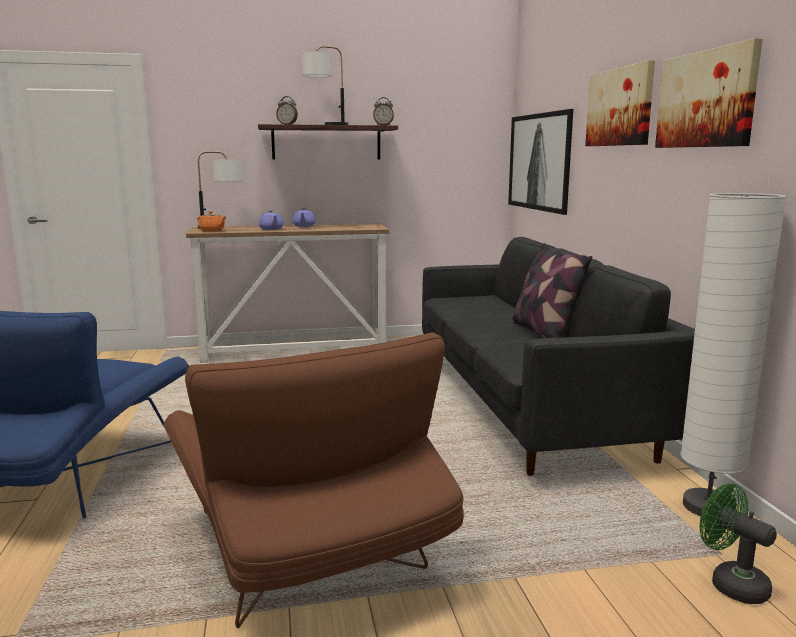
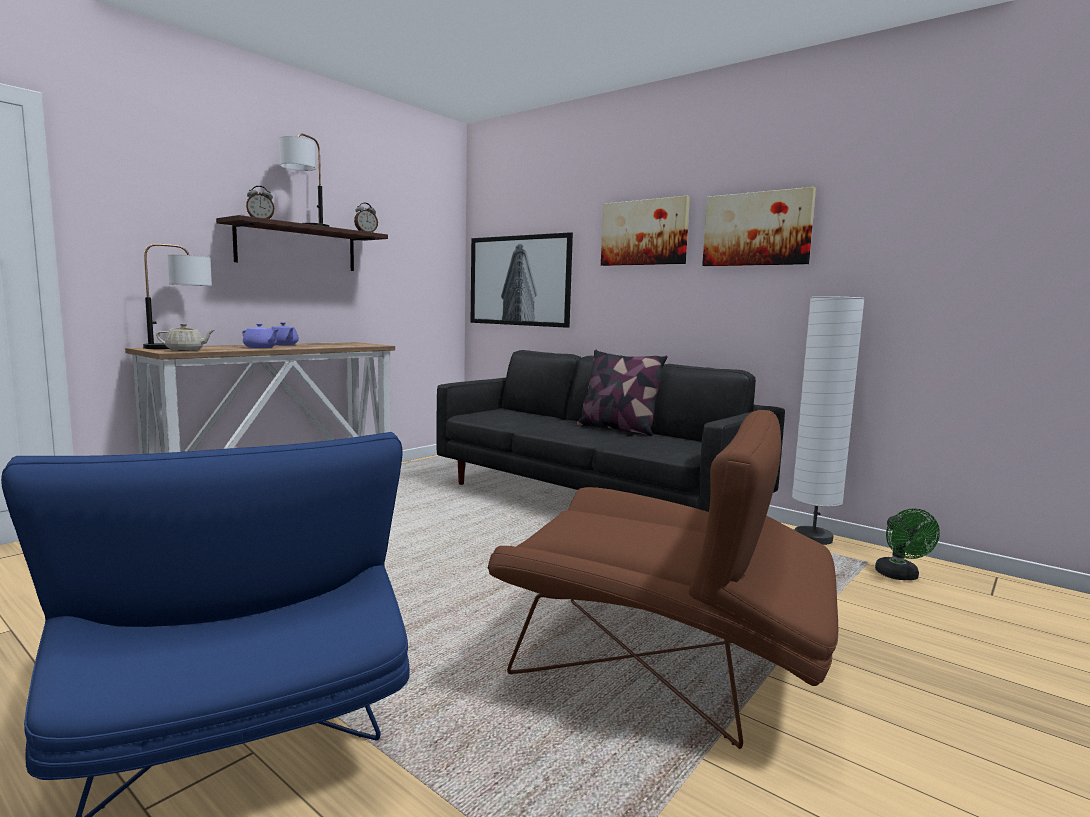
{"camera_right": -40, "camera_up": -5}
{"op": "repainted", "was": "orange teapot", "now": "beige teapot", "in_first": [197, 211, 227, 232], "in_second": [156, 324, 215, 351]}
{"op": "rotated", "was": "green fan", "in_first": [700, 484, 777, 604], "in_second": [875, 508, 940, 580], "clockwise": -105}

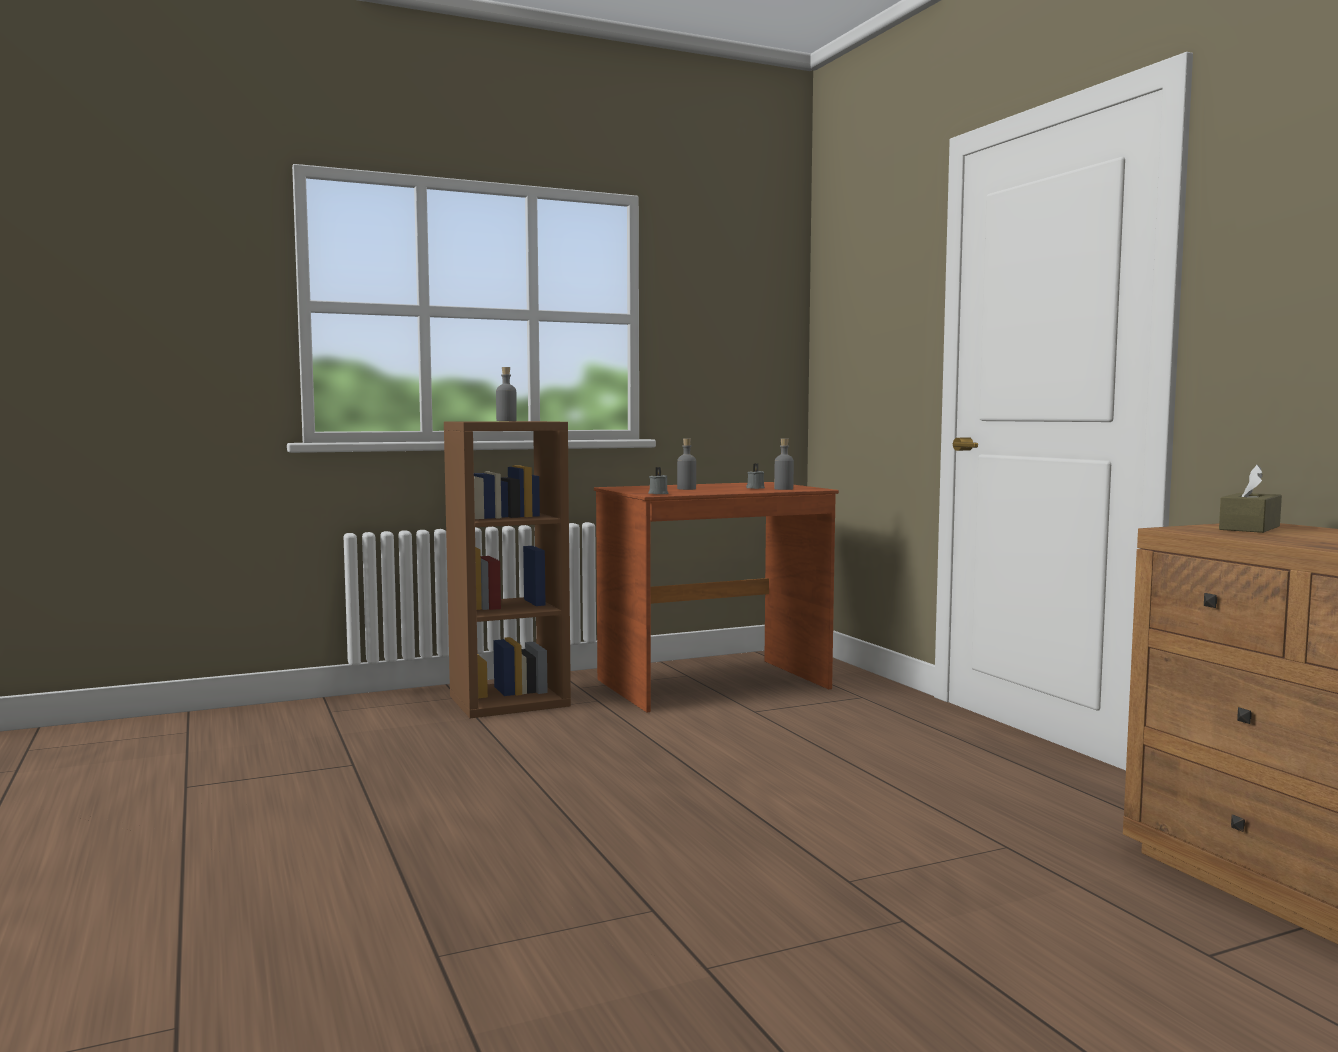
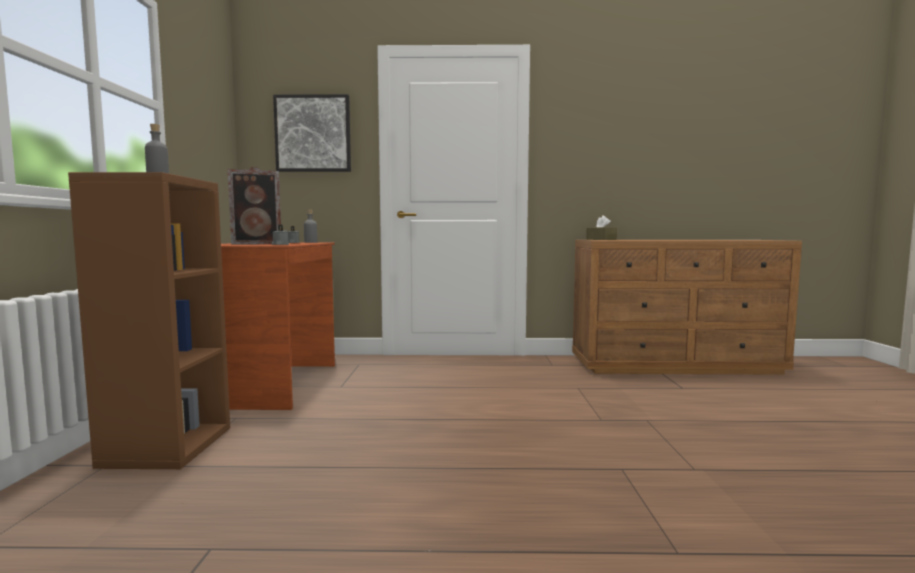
{"camera_right": -65, "camera_up": 0}
{"op": "swapped", "was": "grey bottle", "now": "speaker", "in_first": [677, 438, 696, 490], "in_second": [228, 167, 281, 245]}
{"op": "new", "now": "picture", "in_second": [273, 94, 351, 172]}

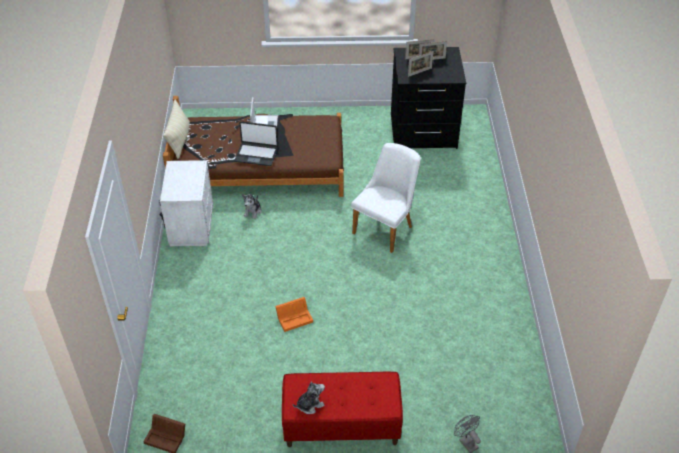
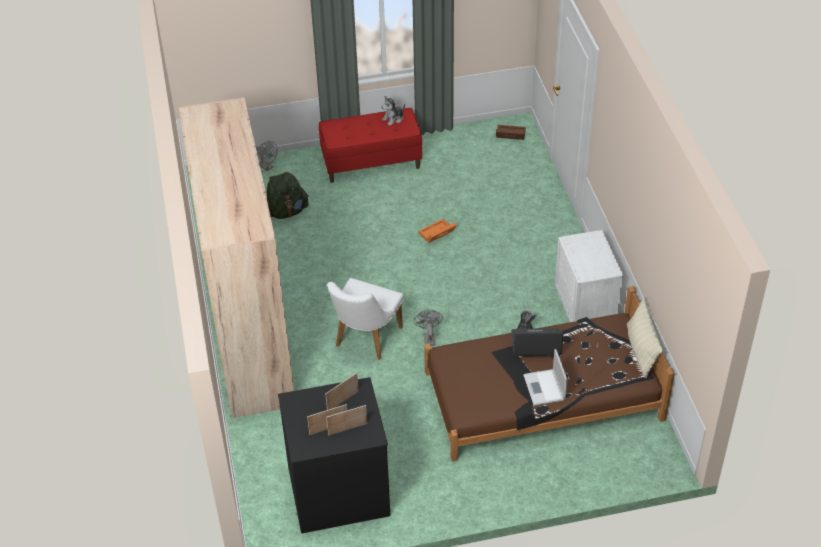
{"camera_right": 170, "camera_up": 0}
{"op": "new", "now": "beige wardrobe", "in_second": [178, 97, 294, 418]}
{"op": "new", "now": "green backpack", "in_second": [267, 172, 309, 219]}
{"op": "new", "now": "grey fan", "in_second": [414, 310, 443, 346]}

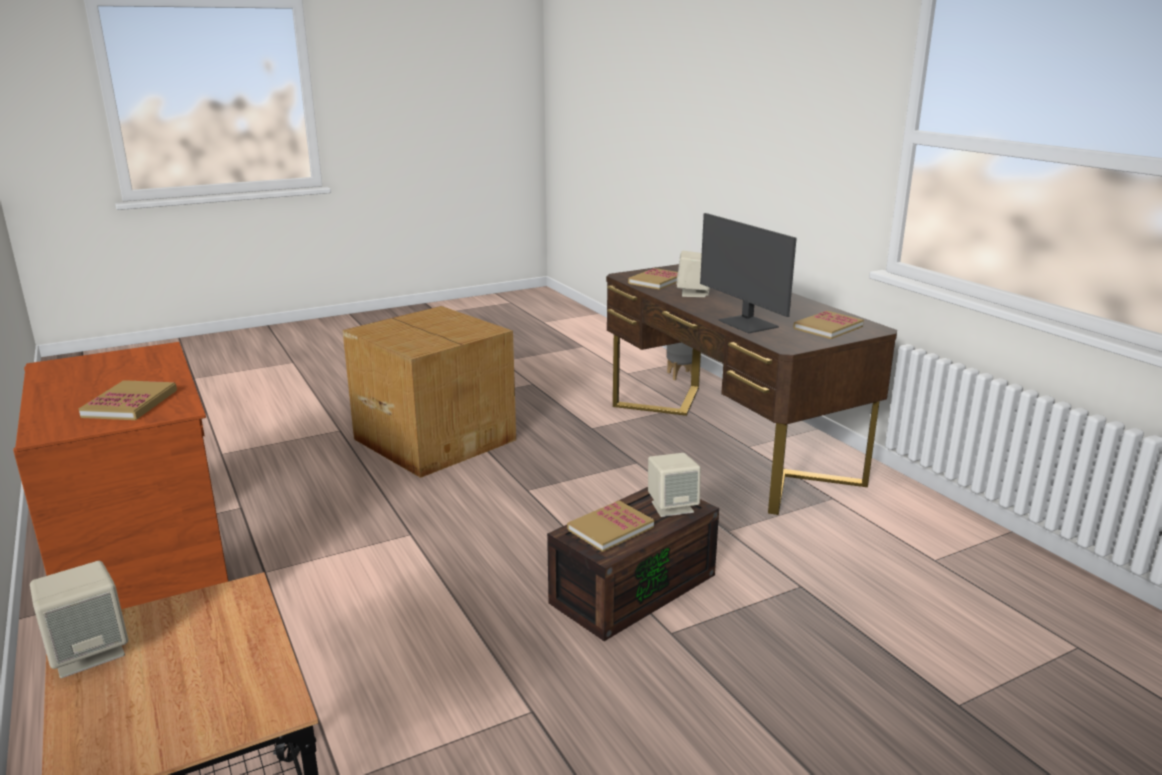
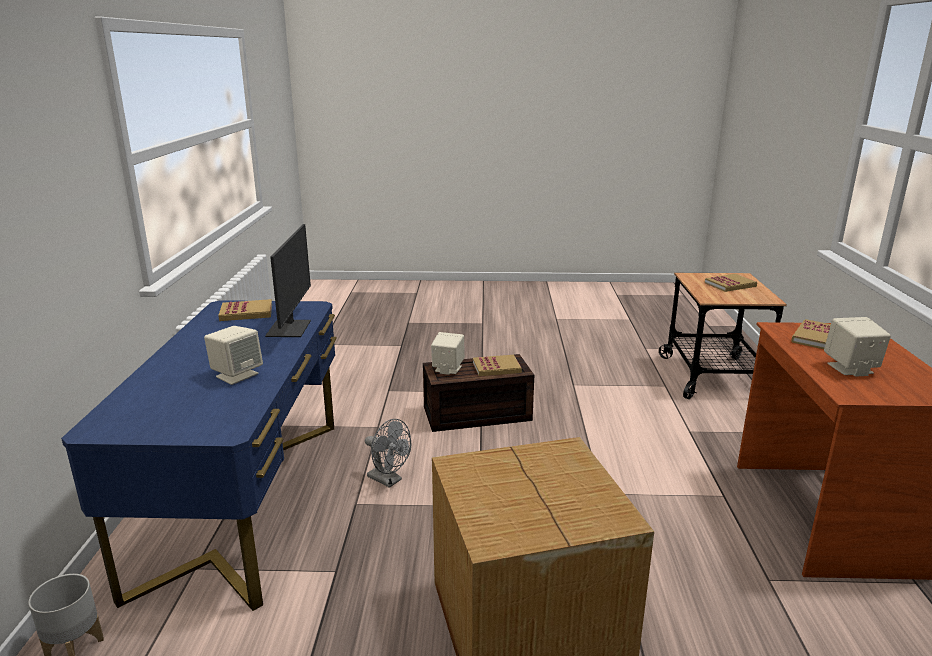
{"camera_right": -150, "camera_up": 0}
{"op": "repainted", "was": "brown desk", "now": "blue desk", "in_first": [606, 264, 897, 515], "in_second": [61, 300, 337, 611]}
{"op": "new", "now": "grey fan", "in_second": [365, 419, 411, 488]}
{"op": "shifted", "was": "book", "in_first": [628, 268, 678, 290], "in_second": [705, 274, 757, 292]}
{"op": "shifted", "was": "beige speaker", "in_first": [30, 561, 128, 678], "in_second": [824, 317, 891, 377]}

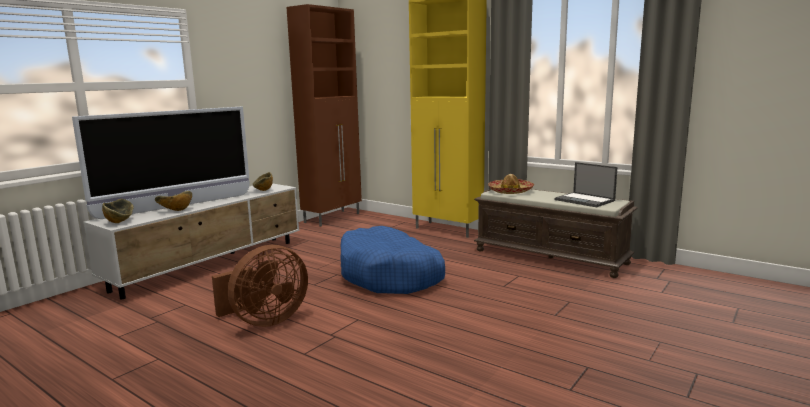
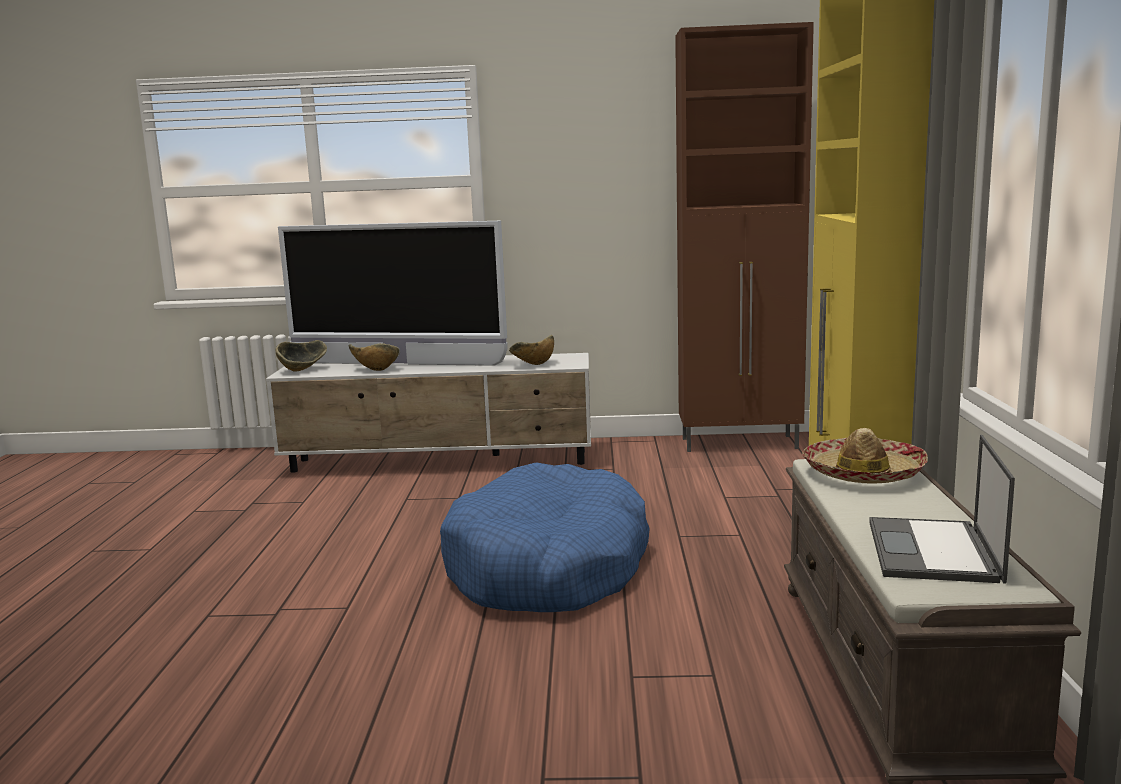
{"camera_right": 55, "camera_up": 0}
{"op": "gone", "was": "brown fan", "in_first": [212, 245, 308, 327]}

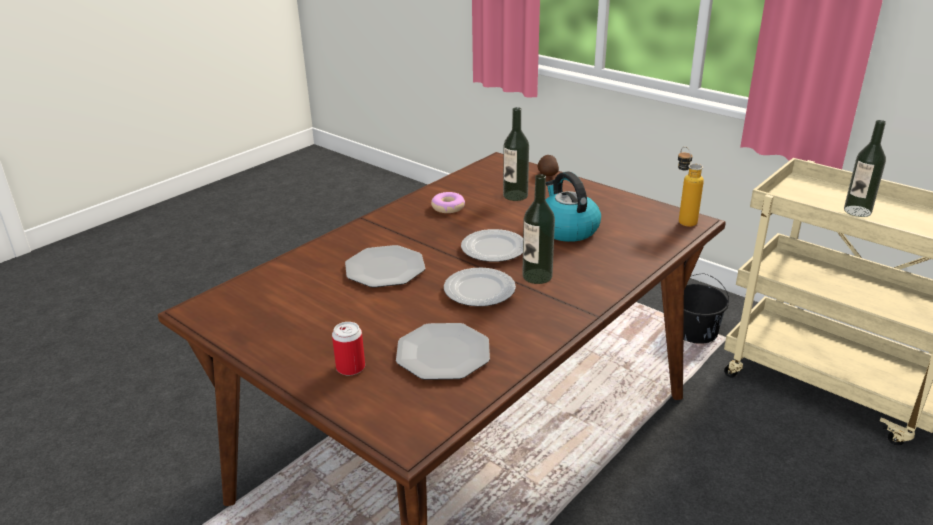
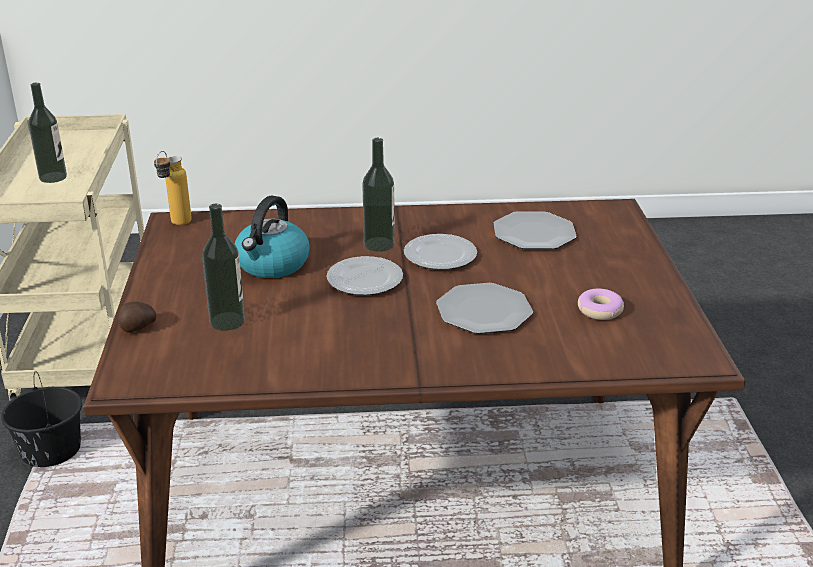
{"camera_right": -135, "camera_up": 0}
{"op": "shifted", "was": "donut", "in_first": [431, 192, 465, 213], "in_second": [578, 289, 624, 320]}
{"op": "gone", "was": "can", "in_first": [332, 322, 365, 375]}

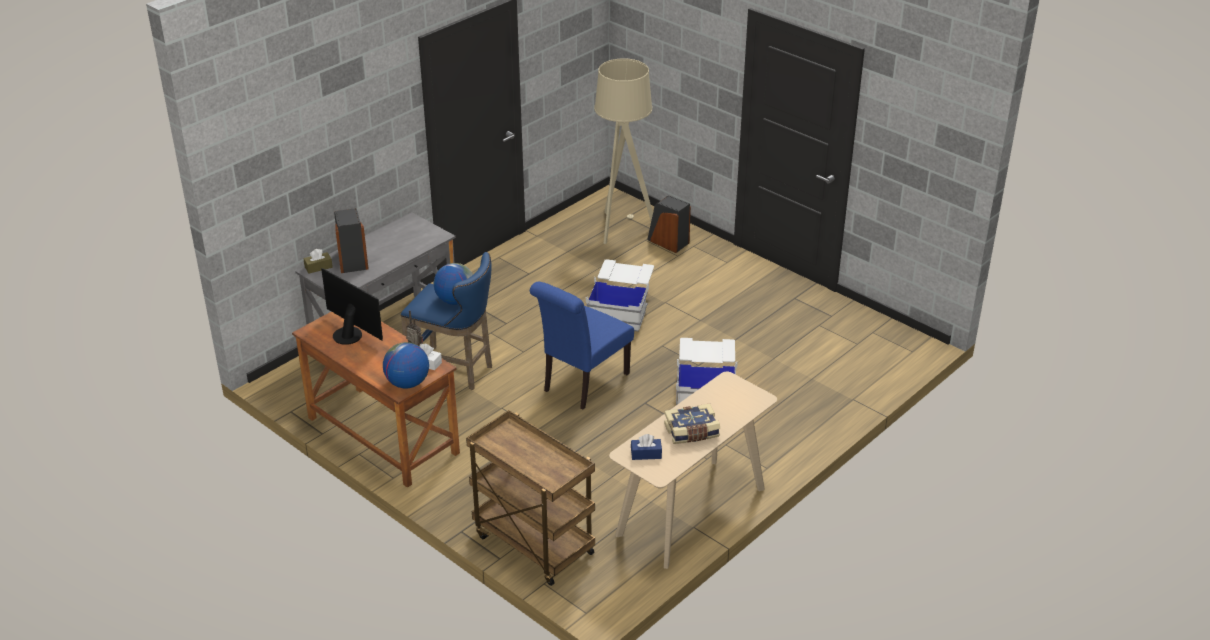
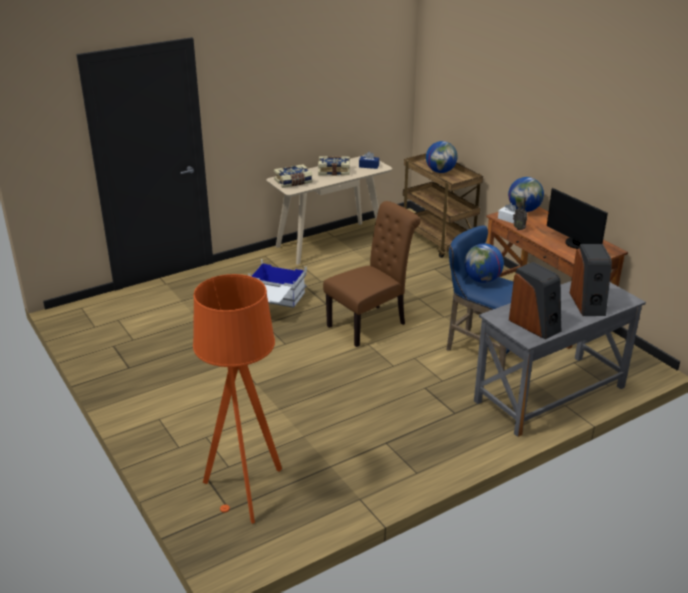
{"camera_right": -165, "camera_up": -5}
{"op": "repainted", "was": "beige floor lamp", "now": "orange floor lamp", "in_first": [594, 58, 653, 244], "in_second": [193, 274, 282, 524]}
{"op": "new", "now": "book", "in_second": [274, 164, 313, 188]}
{"op": "repainted", "was": "blue chair", "now": "brown chair", "in_first": [530, 282, 634, 409], "in_second": [323, 201, 421, 347]}
{"op": "new", "now": "globe", "in_second": [426, 141, 458, 173]}
{"op": "shifted", "was": "speaker", "in_first": [647, 196, 691, 253], "in_second": [509, 262, 561, 340]}
{"op": "gone", "was": "brown tissue box", "in_first": [303, 249, 333, 274]}
{"op": "gone", "was": "white storage box", "in_first": [586, 259, 654, 332]}

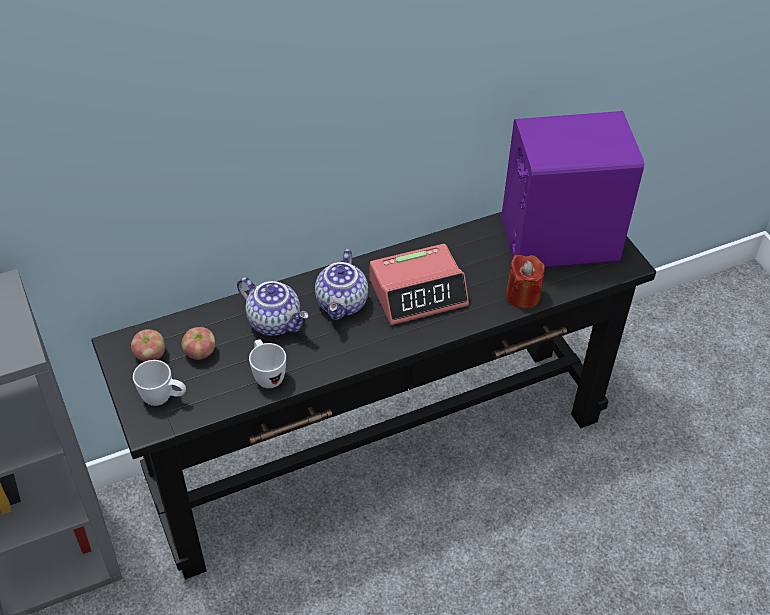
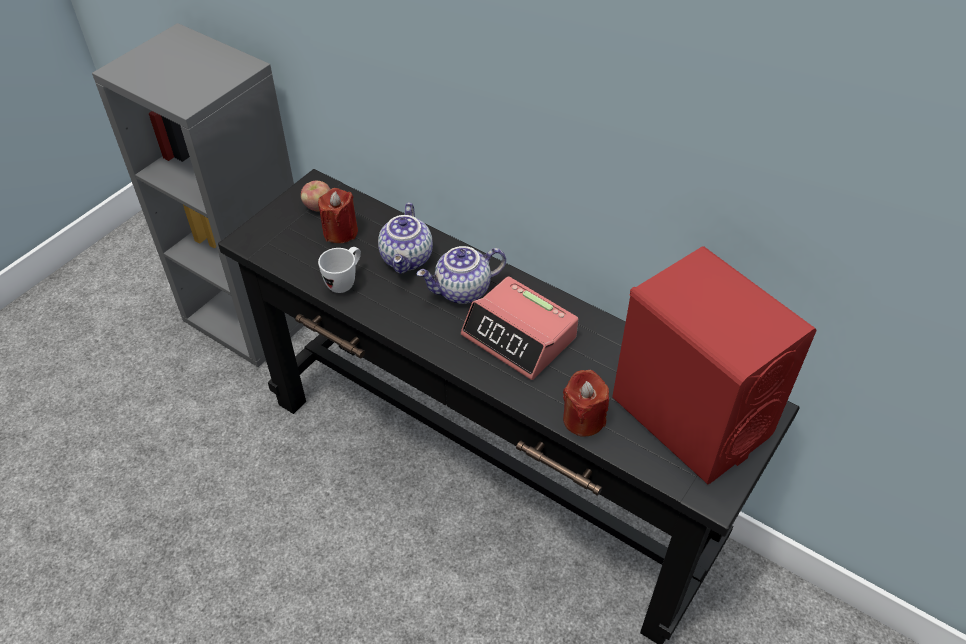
{"camera_right": 60, "camera_up": 0}
{"op": "swapped", "was": "apple", "now": "red candle", "in_first": [181, 327, 215, 360], "in_second": [318, 188, 358, 243]}
{"op": "repainted", "was": "purple speaker", "now": "red speaker", "in_first": [502, 111, 644, 268], "in_second": [612, 246, 817, 484]}
{"op": "gone", "was": "white mug", "in_first": [133, 360, 186, 406]}

